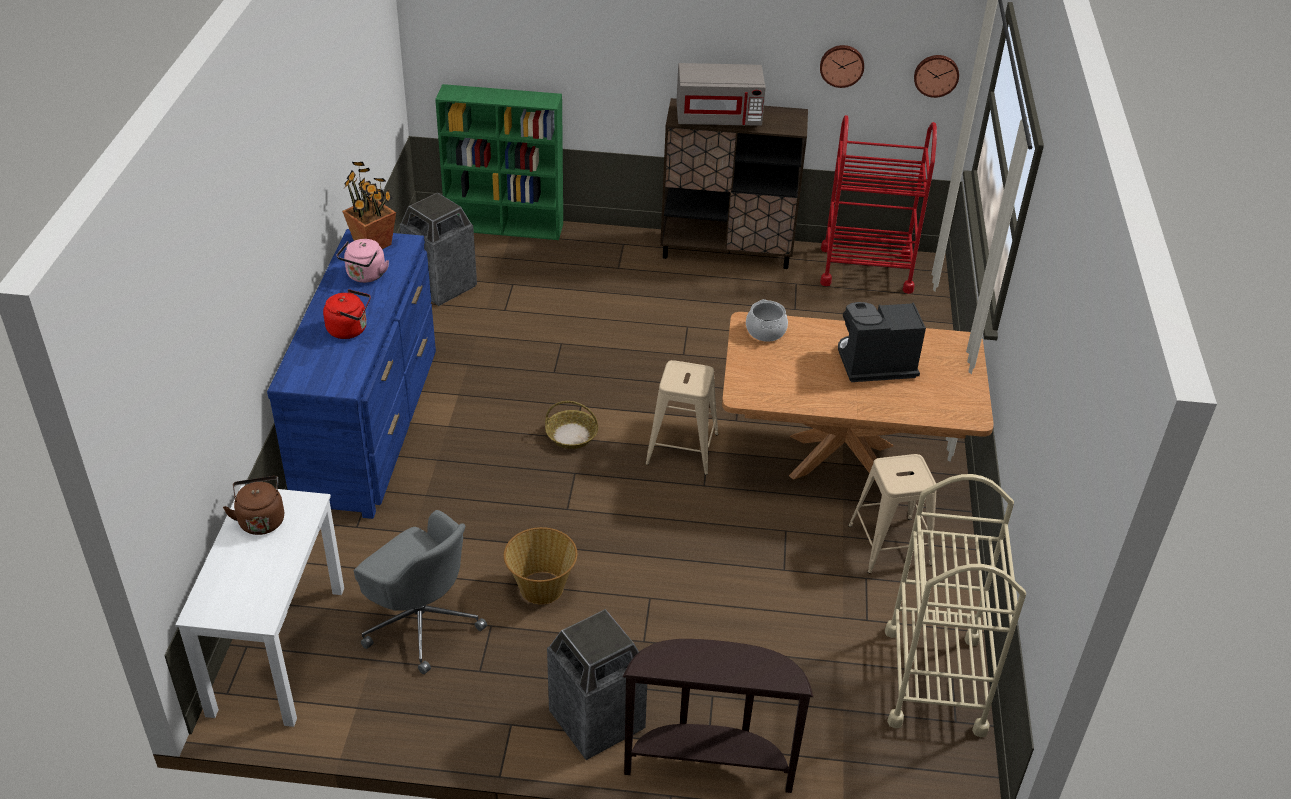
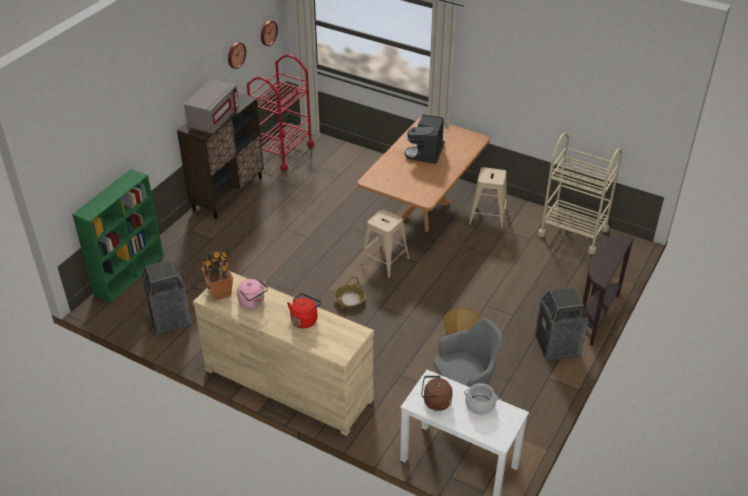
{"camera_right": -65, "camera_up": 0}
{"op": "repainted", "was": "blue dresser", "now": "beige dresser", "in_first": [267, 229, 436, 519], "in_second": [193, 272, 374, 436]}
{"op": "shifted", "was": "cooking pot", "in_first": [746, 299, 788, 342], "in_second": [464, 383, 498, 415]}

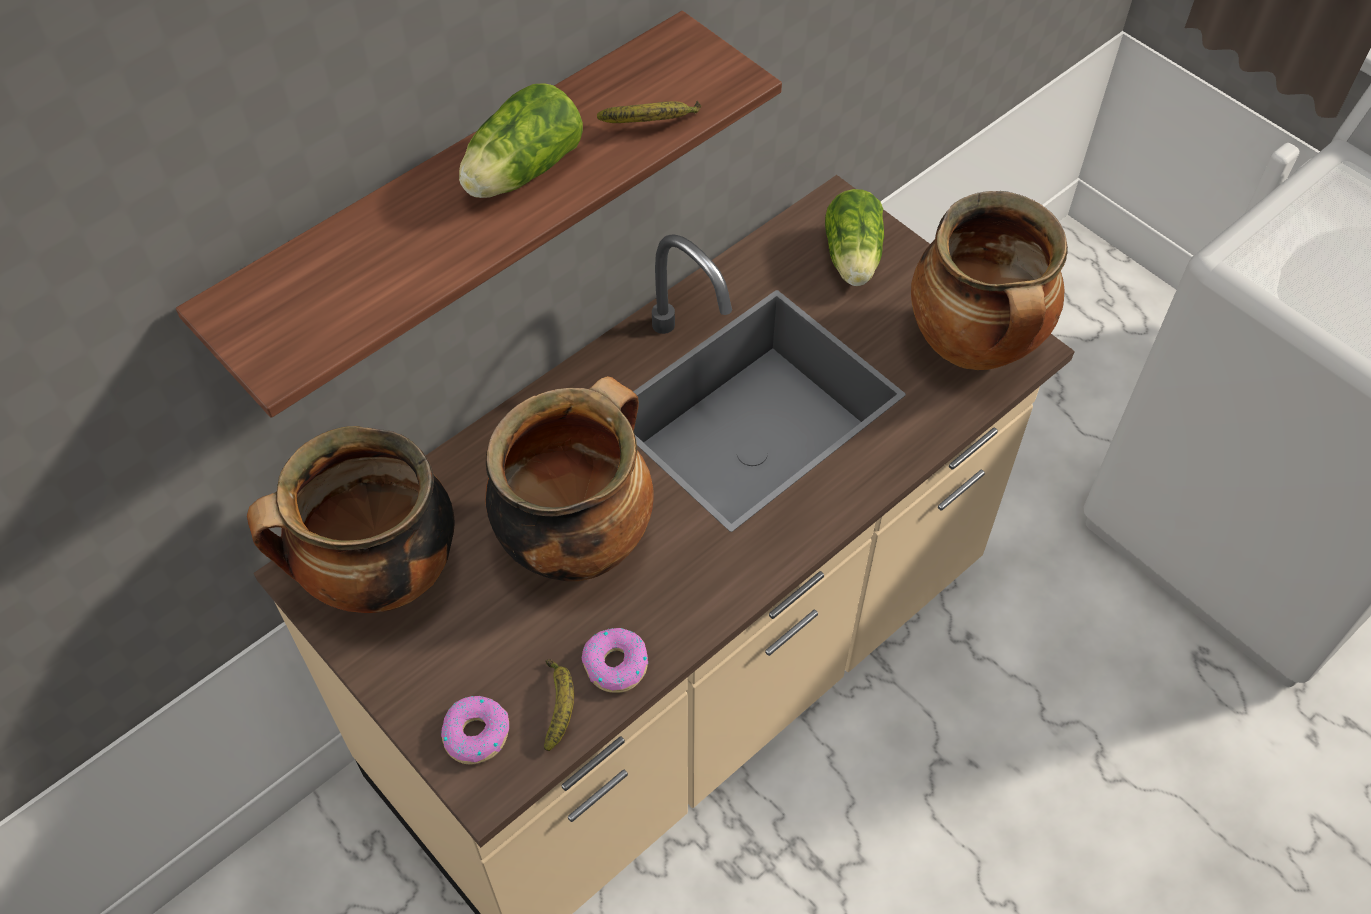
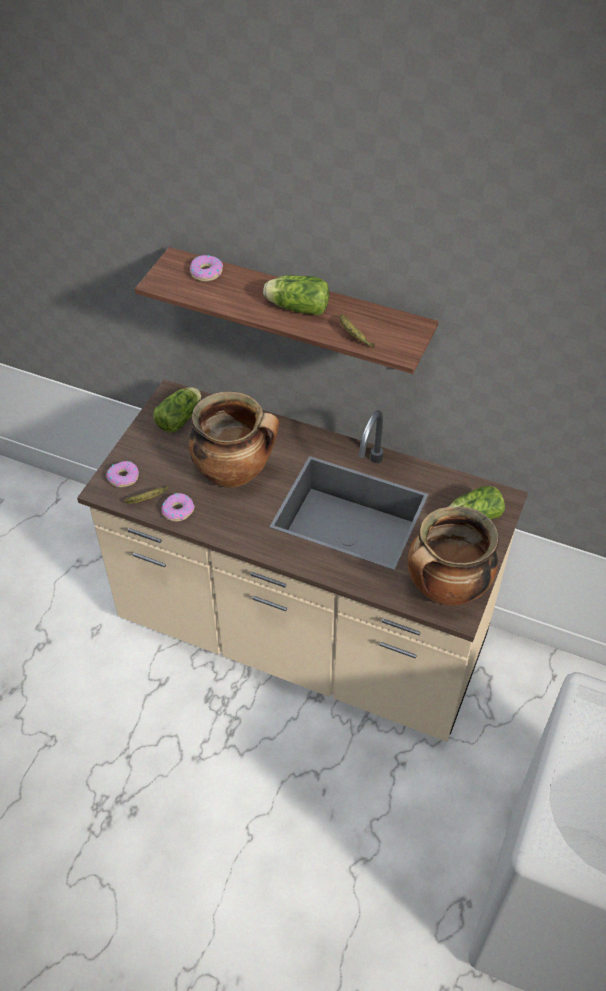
{"camera_right": 65, "camera_up": -5}
{"op": "swapped", "was": "cooking pot", "now": "lettuce", "in_first": [247, 426, 455, 613], "in_second": [153, 387, 201, 433]}
{"op": "new", "now": "donut", "in_second": [190, 255, 223, 282]}

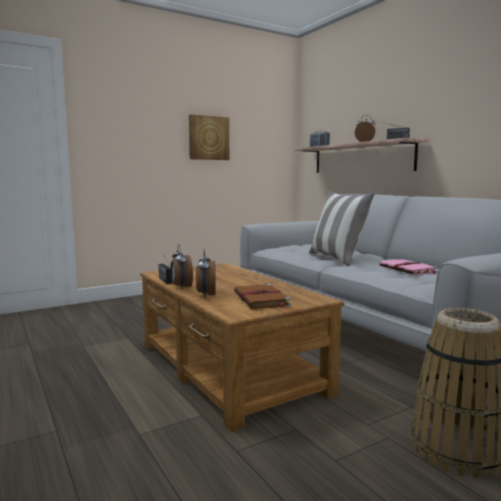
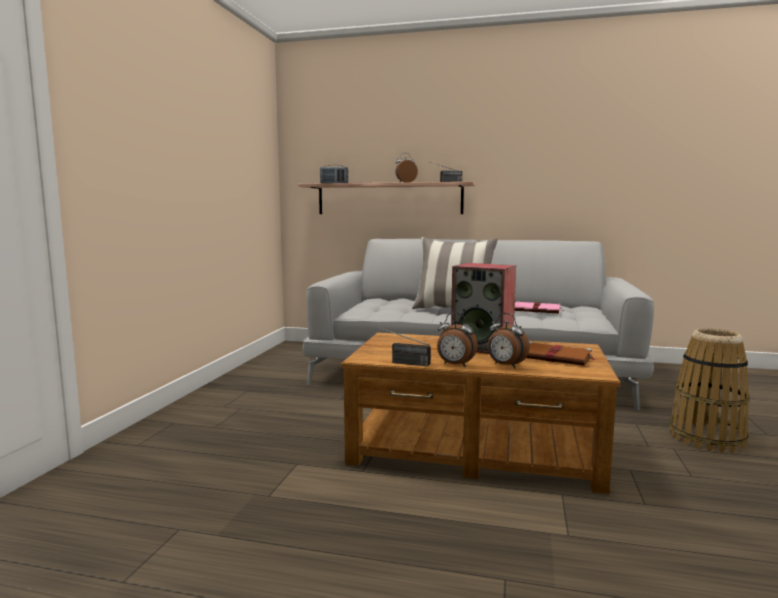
{"camera_right": -45, "camera_up": 0}
{"op": "new", "now": "speaker", "in_second": [451, 263, 516, 354]}
{"op": "gone", "was": "picture", "in_first": [189, 114, 229, 160]}

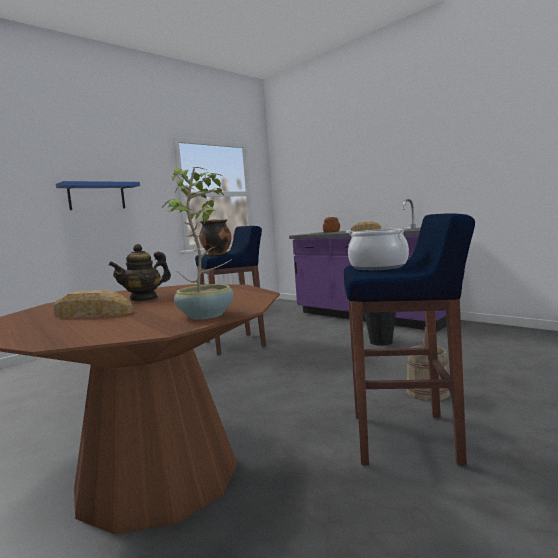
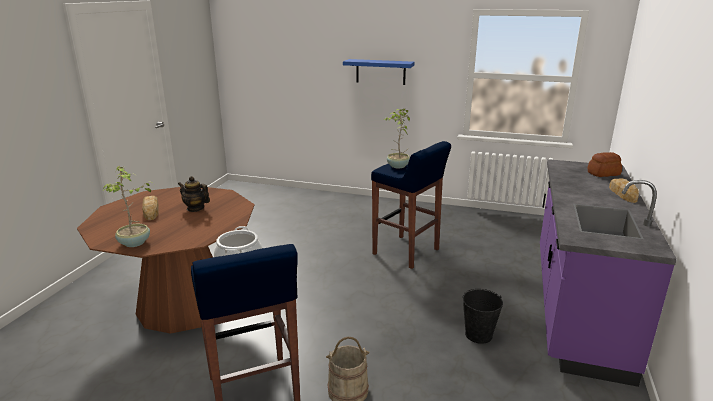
{"camera_right": 60, "camera_up": 15}
{"op": "swapped", "was": "cooking pot", "now": "potted plant", "in_first": [199, 219, 232, 255], "in_second": [384, 109, 410, 168]}

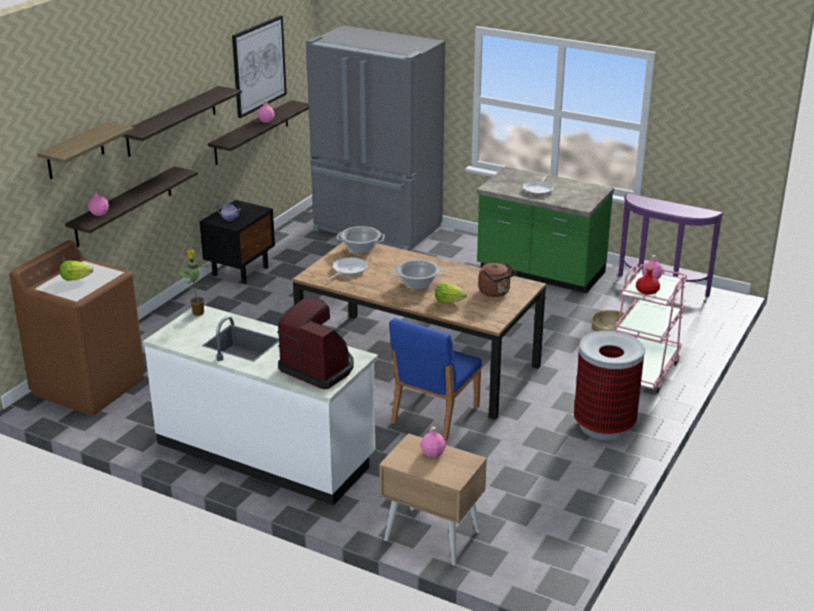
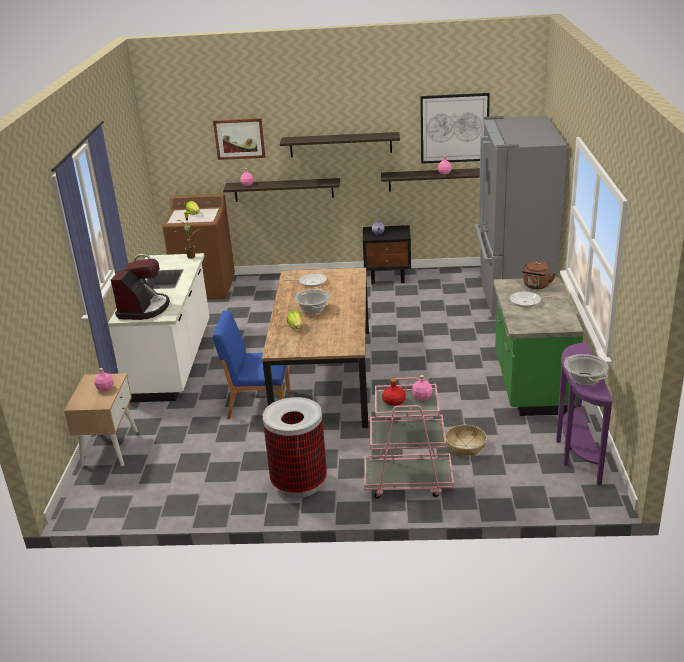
{"camera_right": 65, "camera_up": 0}
{"op": "swapped", "was": "shelf", "now": "picture", "in_first": [37, 122, 134, 179], "in_second": [213, 118, 265, 160]}
{"op": "shifted", "was": "brown kettle", "in_first": [478, 263, 517, 297], "in_second": [521, 262, 556, 289]}
{"op": "shifted", "was": "cooking pot", "in_first": [337, 226, 385, 254], "in_second": [564, 354, 609, 386]}

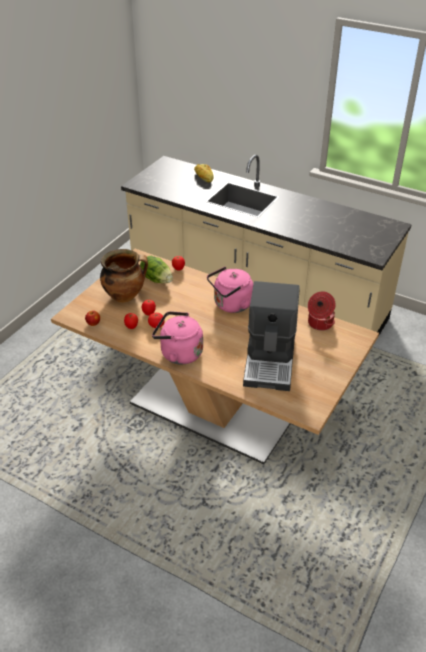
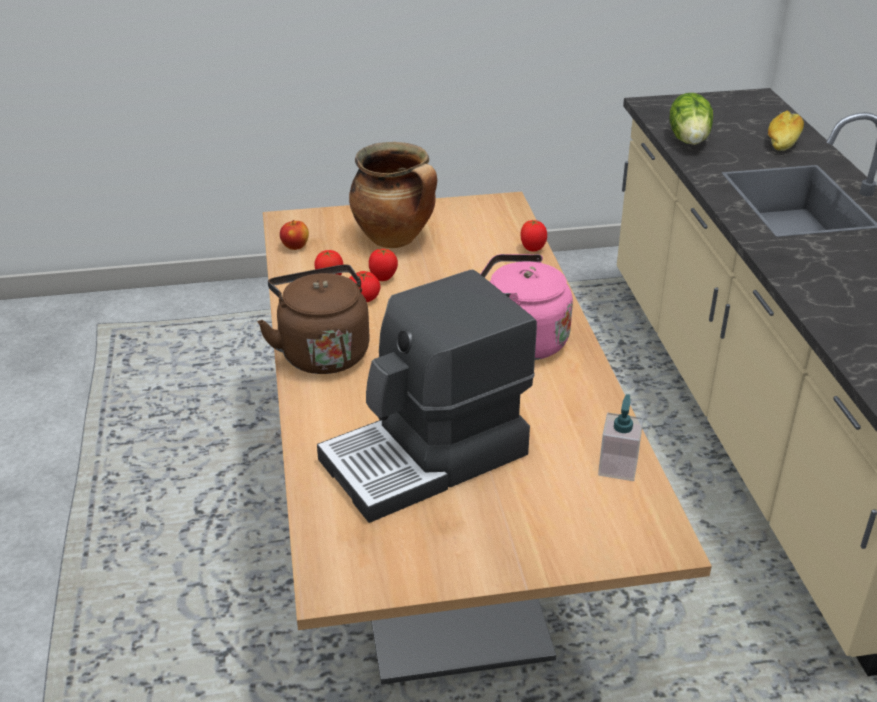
{"camera_right": 50, "camera_up": -5}
{"op": "repainted", "was": "pink kettle", "now": "brown kettle", "in_first": [152, 311, 203, 365], "in_second": [257, 265, 370, 374]}
{"op": "swapped", "was": "cooking pot", "now": "soap dispenser", "in_first": [308, 291, 336, 331], "in_second": [598, 394, 643, 481]}
{"op": "shifted", "was": "lettuce", "in_first": [140, 256, 173, 283], "in_second": [670, 93, 713, 145]}

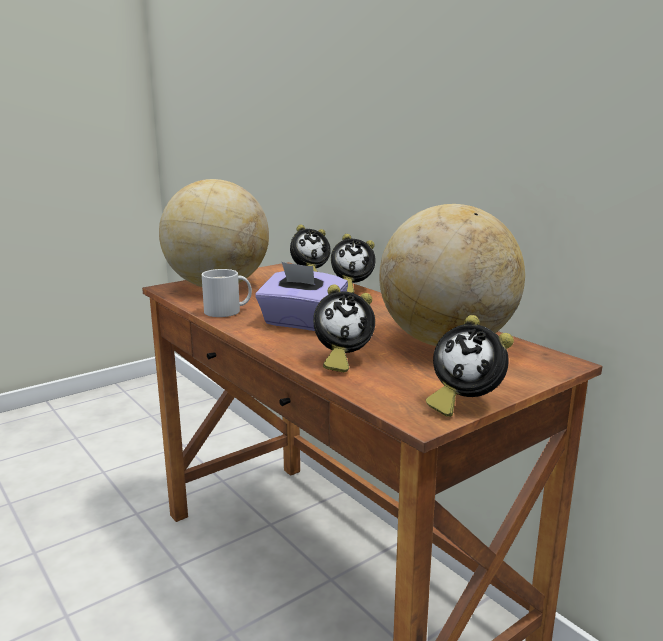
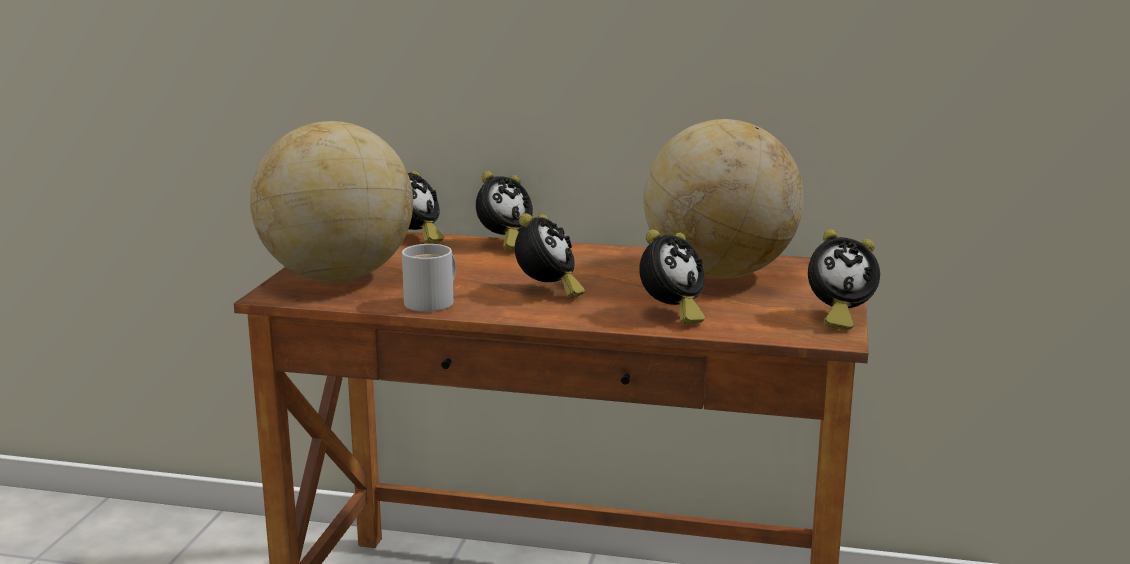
{"camera_right": -40, "camera_up": 0}
{"op": "swapped", "was": "purple tissue box", "now": "alarm clock", "in_first": [255, 262, 348, 331], "in_second": [515, 214, 585, 298]}

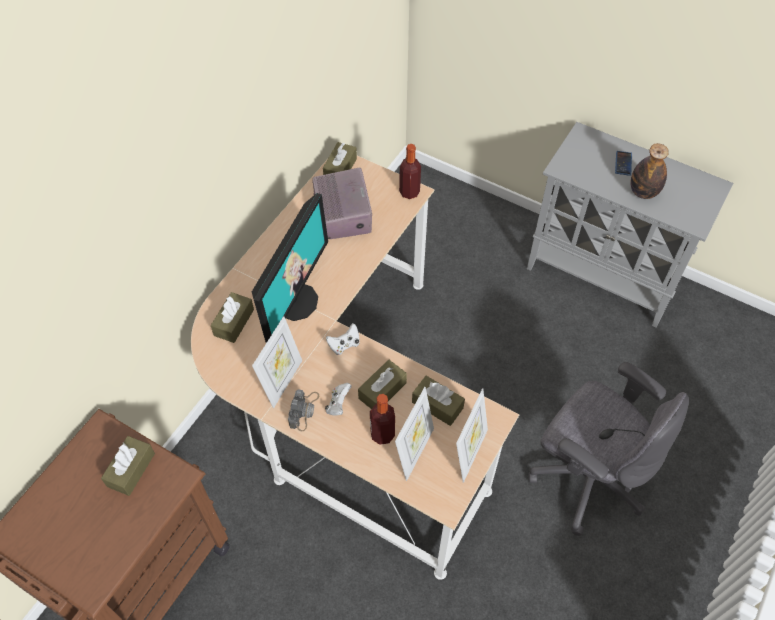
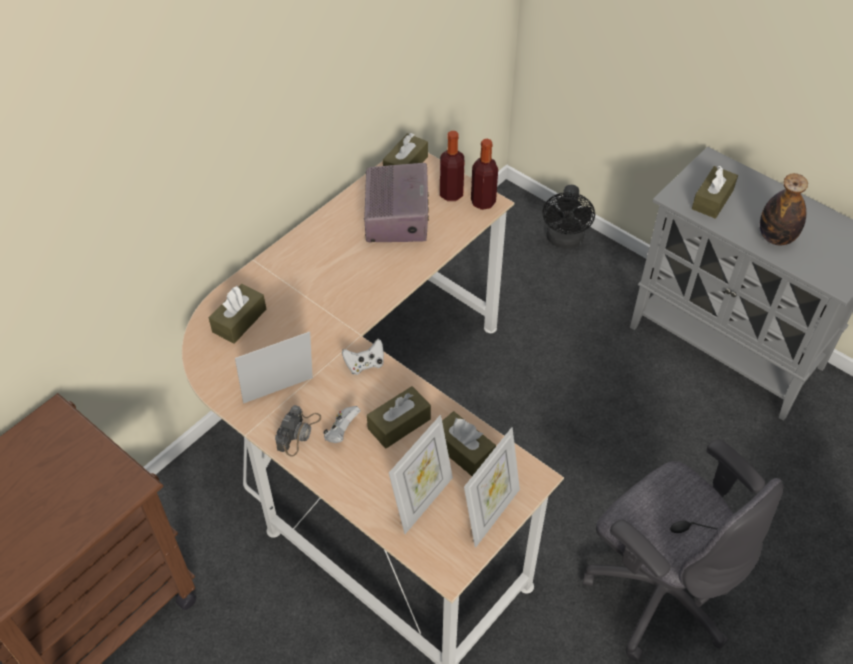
{"camera_right": 10, "camera_up": -5}
{"op": "rotated", "was": "picture frame", "in_first": [252, 316, 302, 409], "in_second": [235, 332, 313, 404], "clockwise": -150}
{"op": "shifted", "was": "bottle", "in_first": [370, 394, 395, 445], "in_second": [440, 131, 464, 201]}
{"op": "new", "now": "black fan", "in_second": [543, 185, 595, 248]}
{"op": "shifted", "was": "brown tissue box", "in_first": [101, 436, 155, 496], "in_second": [692, 166, 738, 219]}
{"op": "gone", "was": "monitor", "in_first": [252, 193, 328, 343]}
{"op": "gone", "was": "phone", "in_first": [615, 151, 632, 176]}

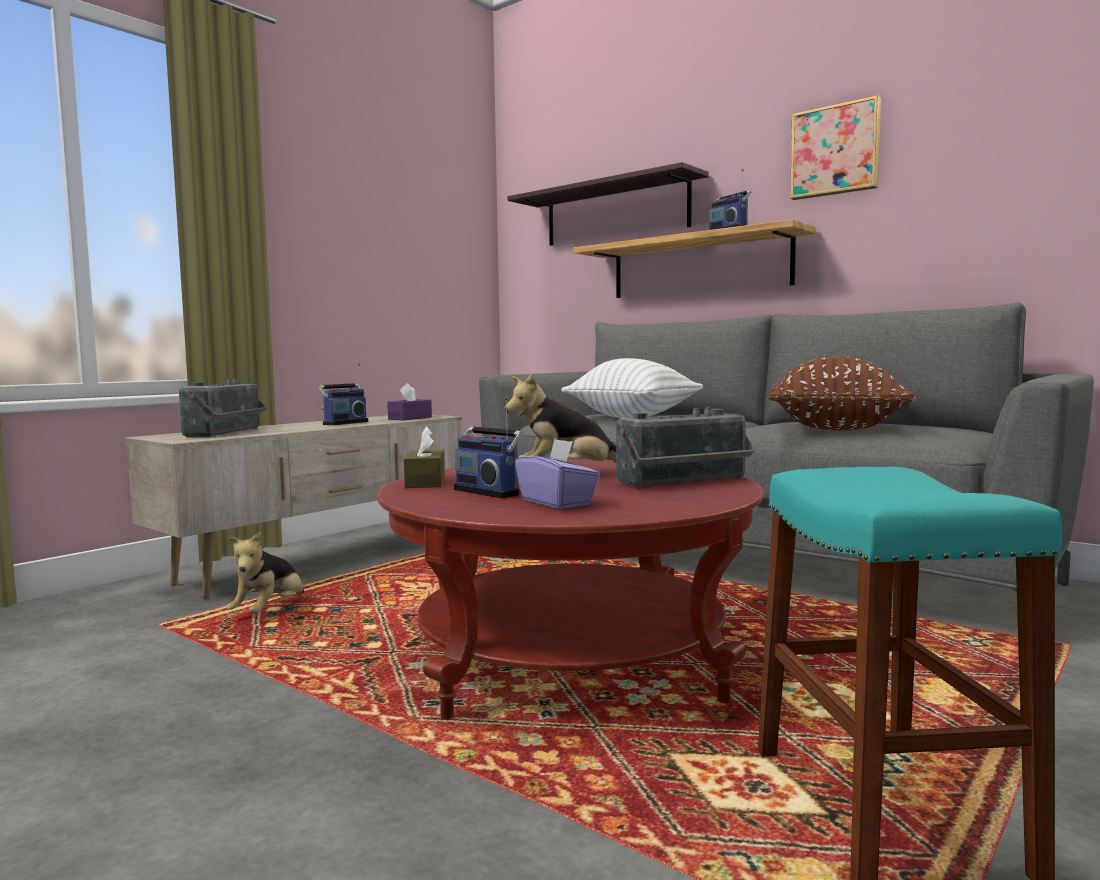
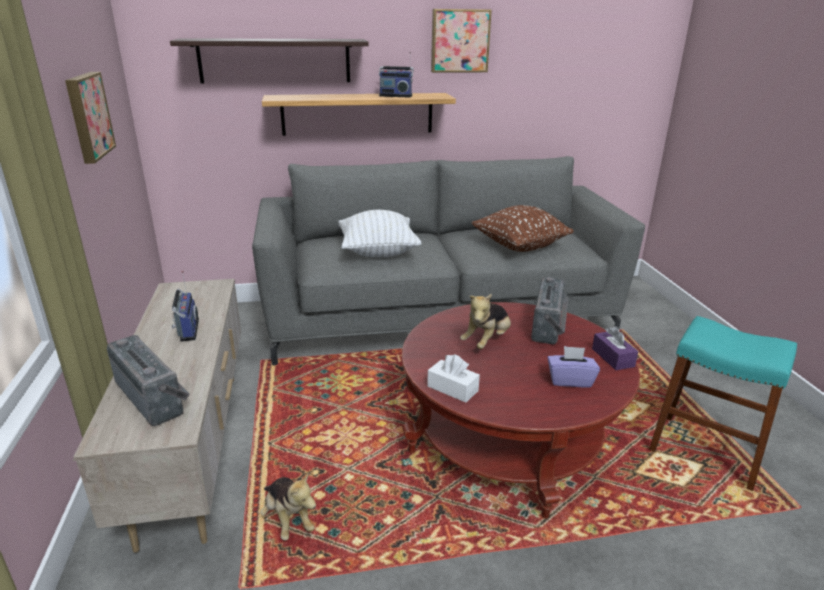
{"camera_right": -50, "camera_up": 20}
{"op": "new", "now": "picture", "in_second": [65, 72, 116, 164]}
{"op": "repainted", "was": "brown tissue box", "now": "white tissue box", "in_first": [404, 426, 445, 488], "in_second": [427, 354, 480, 403]}
{"op": "shifted", "was": "purple tissue box", "in_first": [387, 383, 432, 420], "in_second": [592, 326, 638, 370]}
{"op": "gone", "was": "radio", "in_first": [454, 396, 522, 498]}

